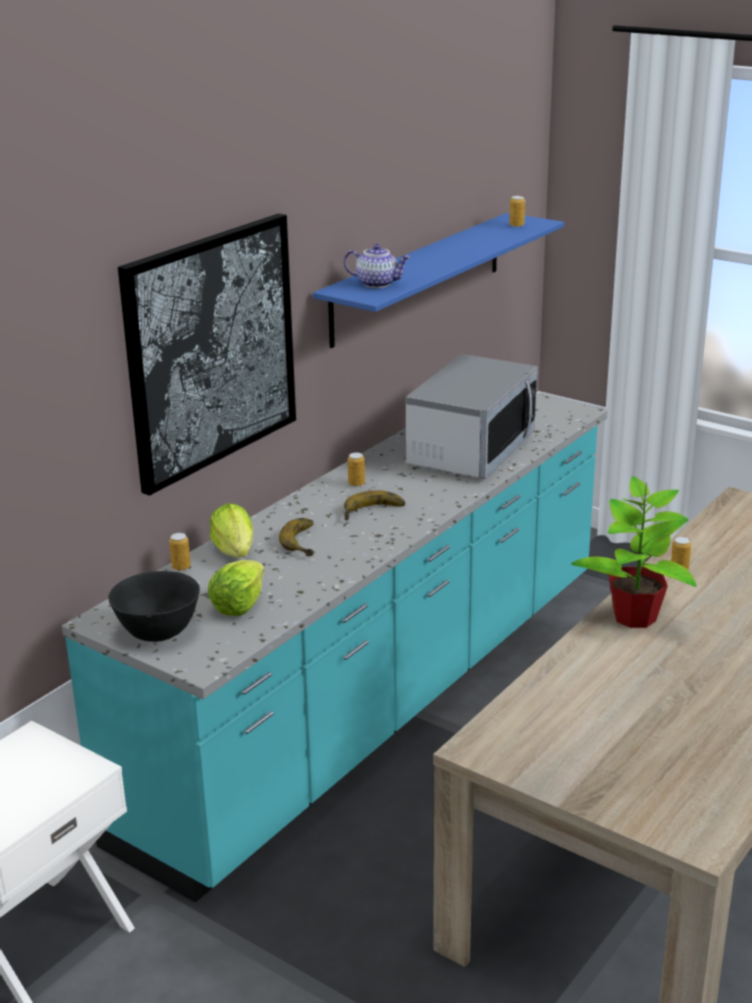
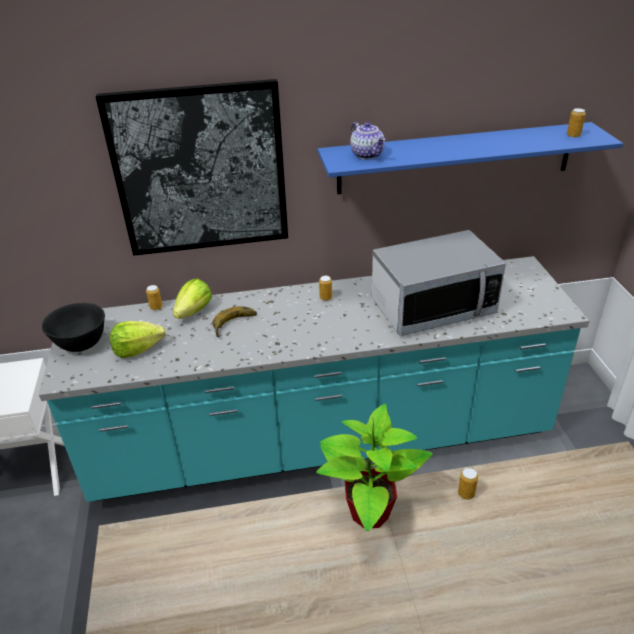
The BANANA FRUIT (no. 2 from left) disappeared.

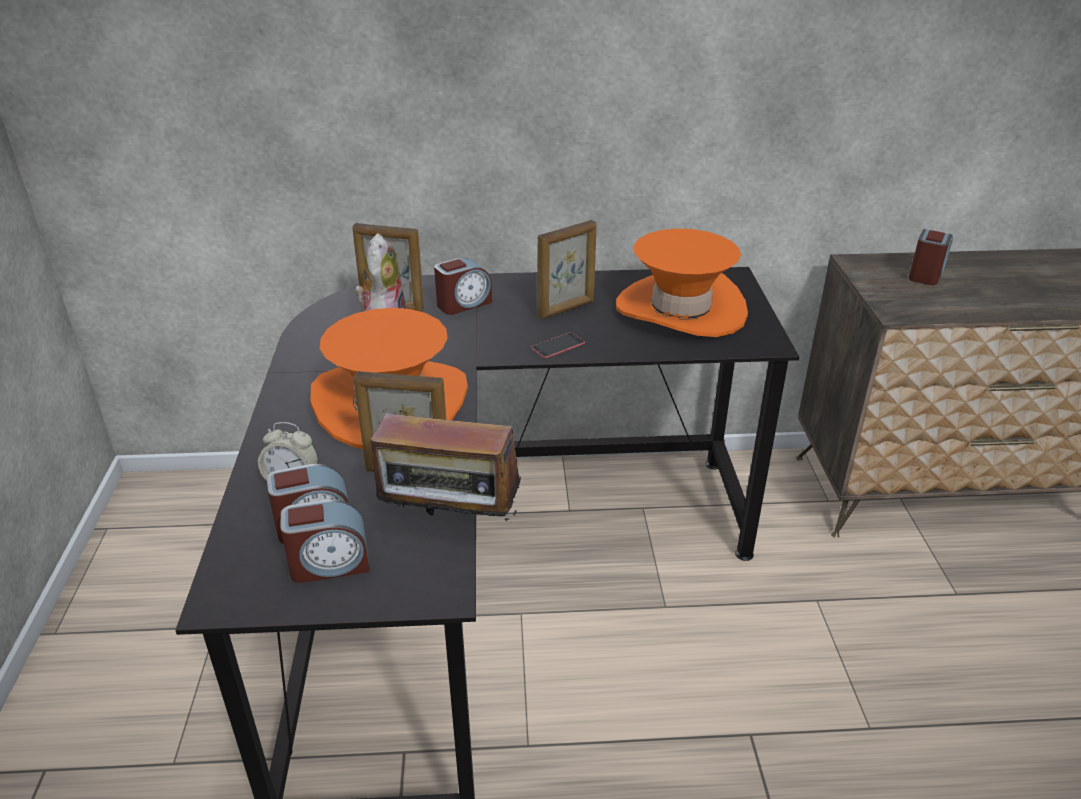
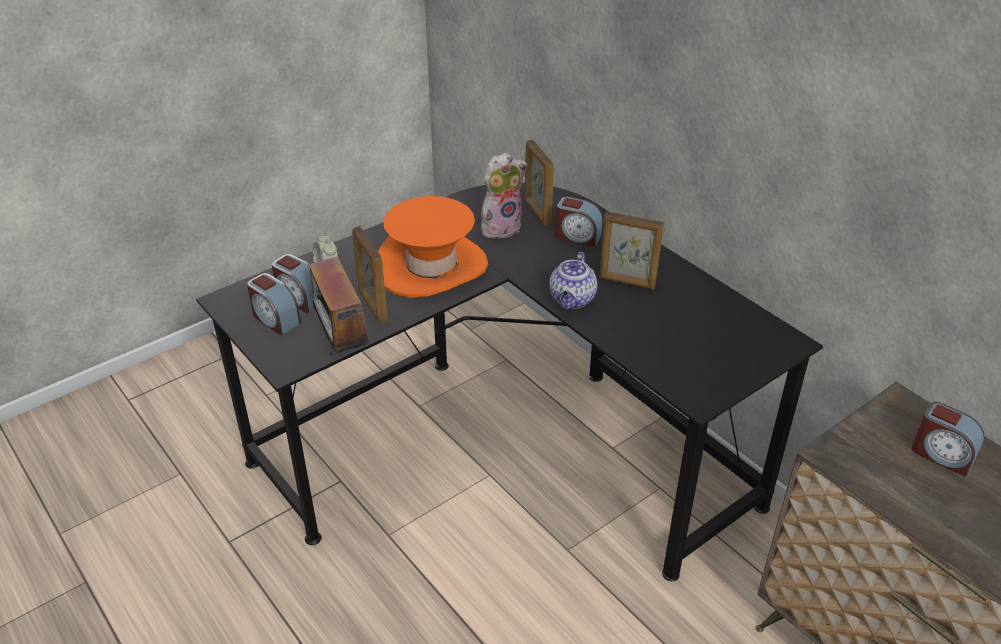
The ORANGEY HAT (no. 2 from left) disappeared. The PHONE was replaced by the TEAPOT. The TABLE CLOCK (no. 5 from left) turned 45 degrees clockwise.

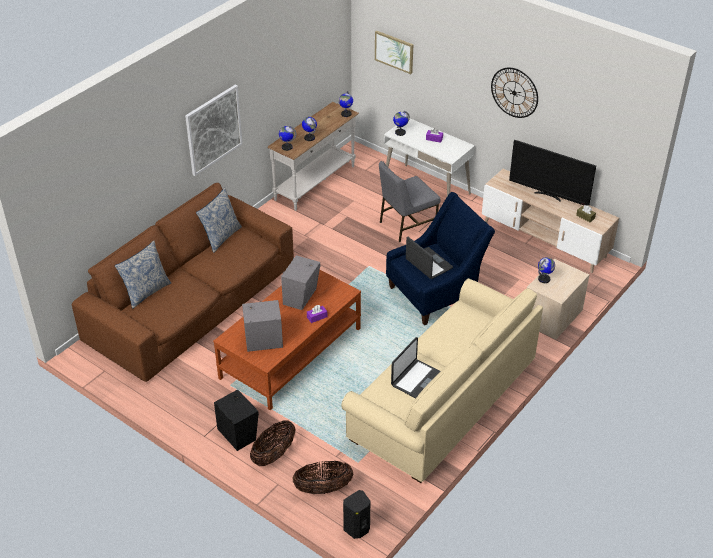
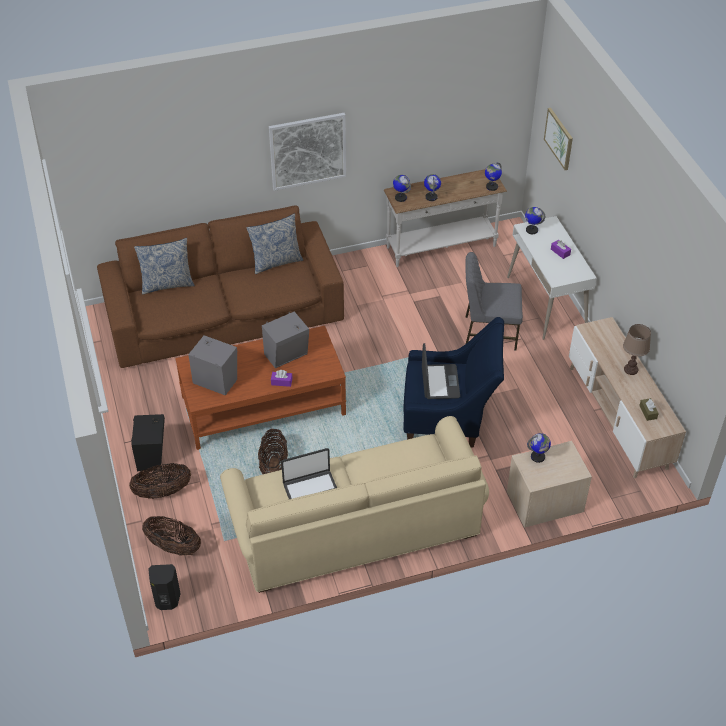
The HANGING CLOCK disappeared. The HOUSEHOLD BASKET (no. 3 from left) appeared. The TELEVISION was replaced by the BROWNISH TABLETOP LAMP.

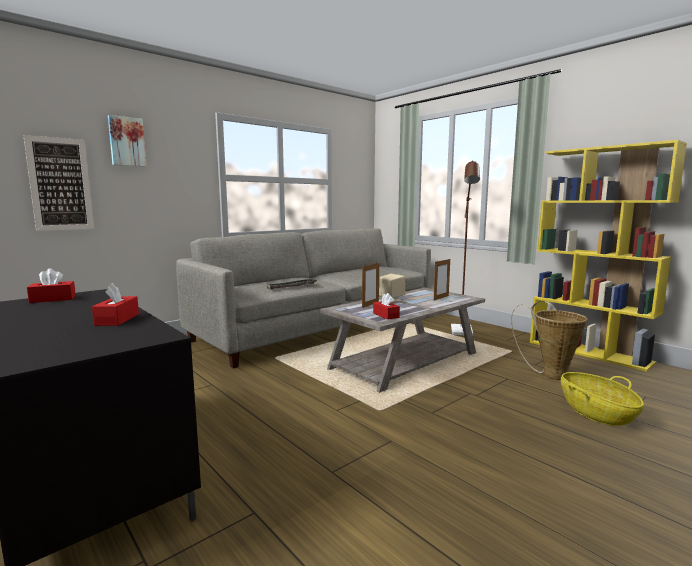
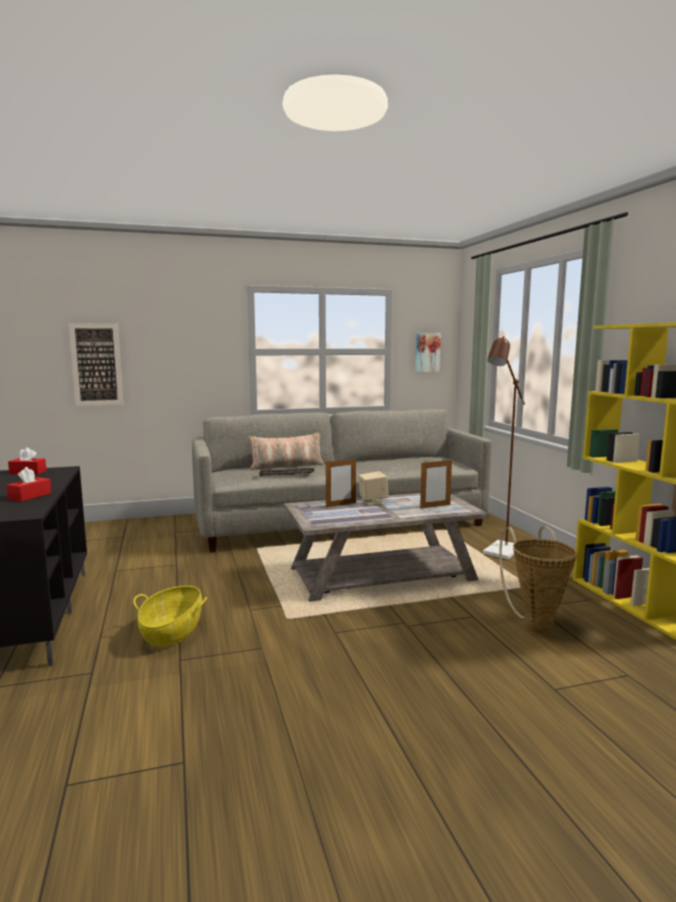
The RED-COLOURED TISSUE BOX (no. 3 from left) disappeared. The THROW PILLOW appeared. The WALL PICTURE (no. 2 from left) moved. The HOUSEHOLD BASKET (no. 2 from left in the first image) moved.

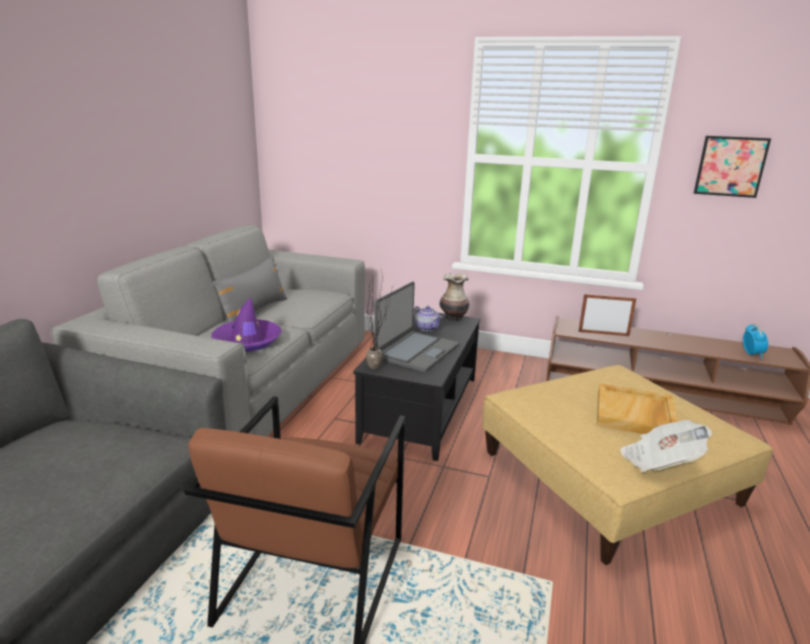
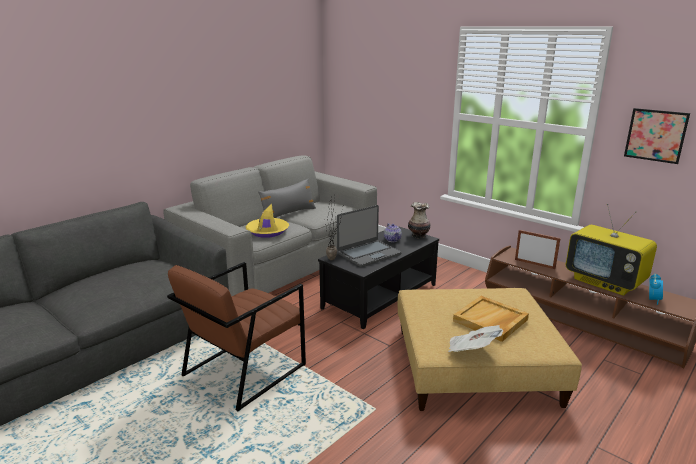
The TELEVISION appeared. The PURPLISH HAT became the YELLOW HAT.

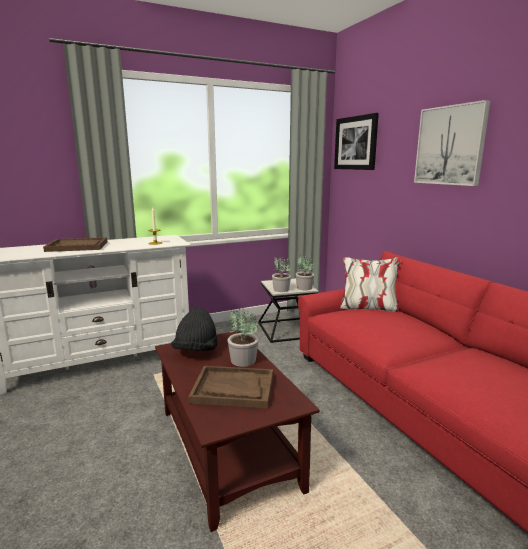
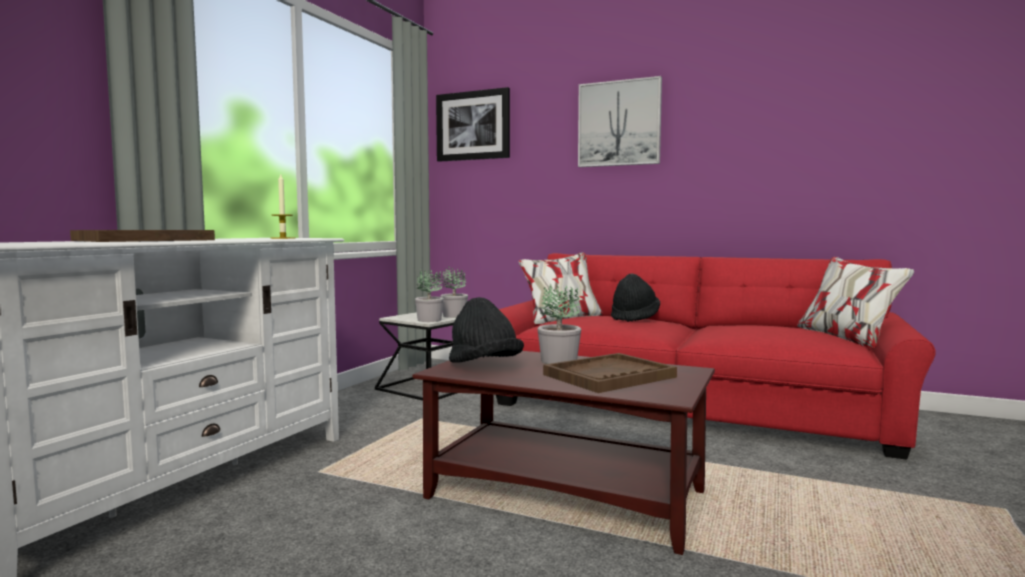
The BLACK-COLOURED HAT (no. 2 from left) appeared.

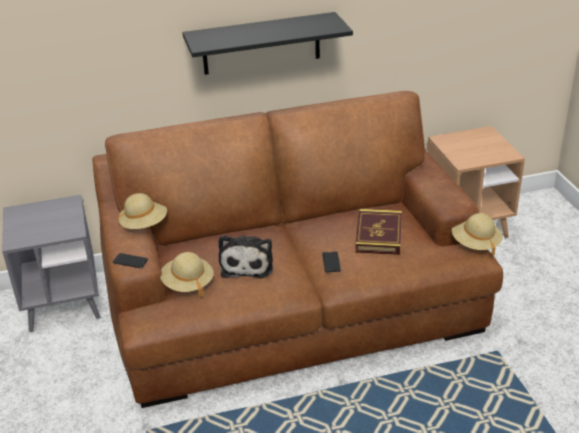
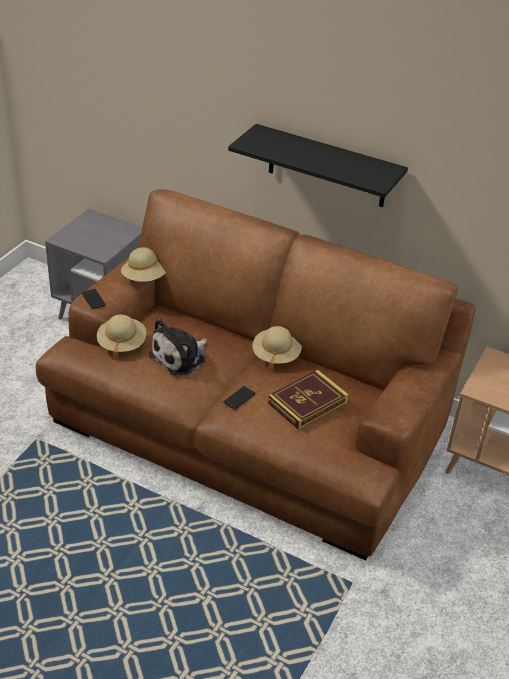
The SAND-COLOURED HAT (no. 3 from left) moved.

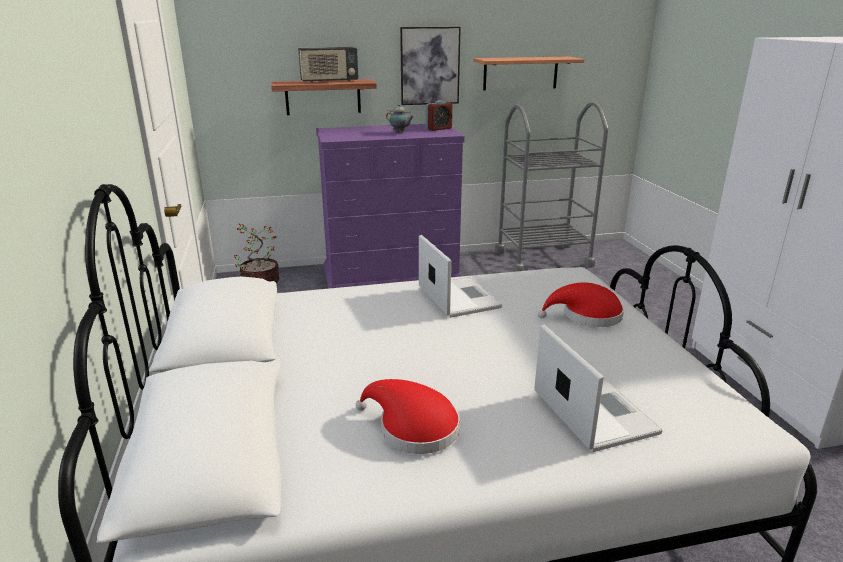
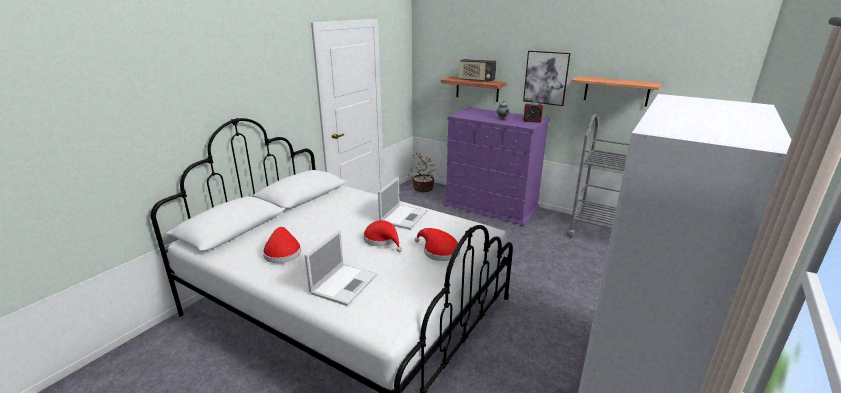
The RED-COLOURED HAT (no. 2 from left) appeared.

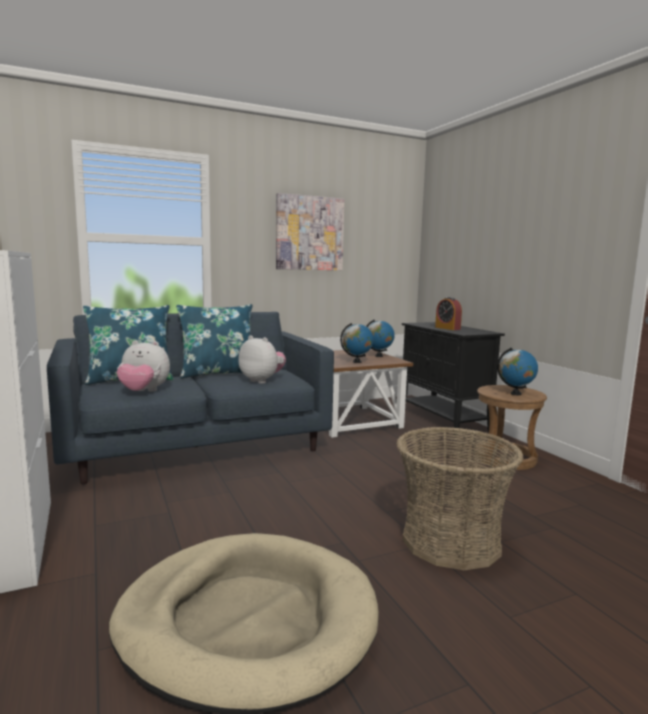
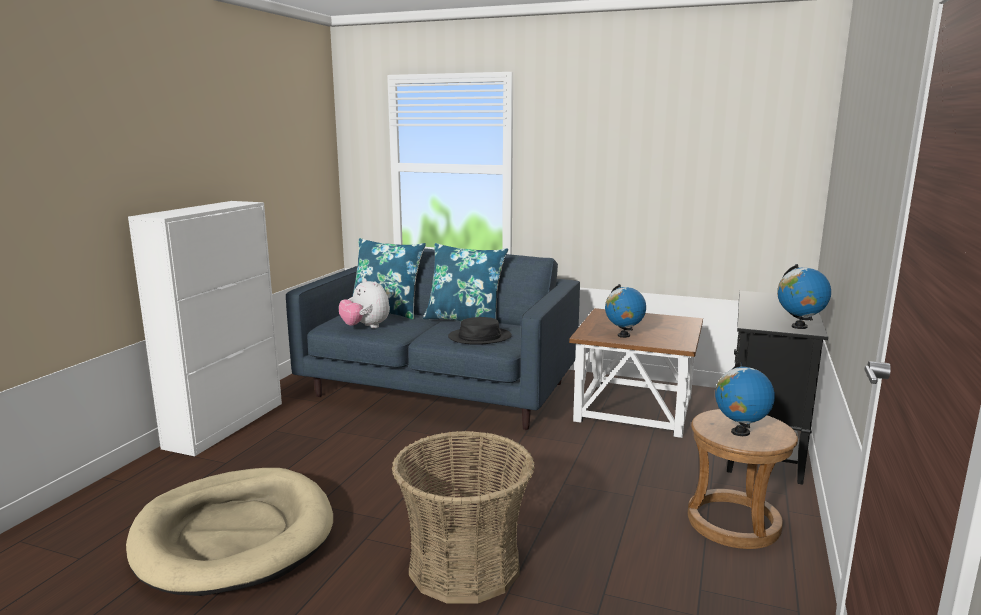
The WALL PICTURE disappeared. The TABLE CLOCK disappeared. The DESK GLOBE (no. 2 from left in the first image) moved. The CUDDLY TOY (no. 2 from left) was replaced by the BLACK-COLOURED HAT.

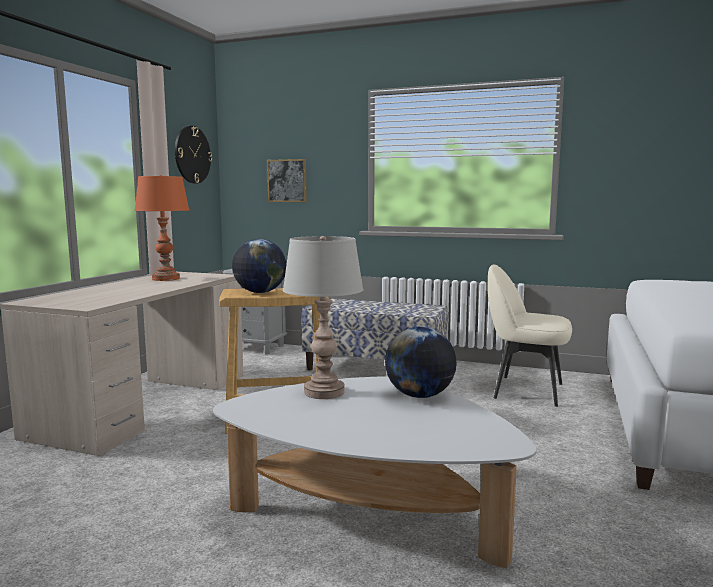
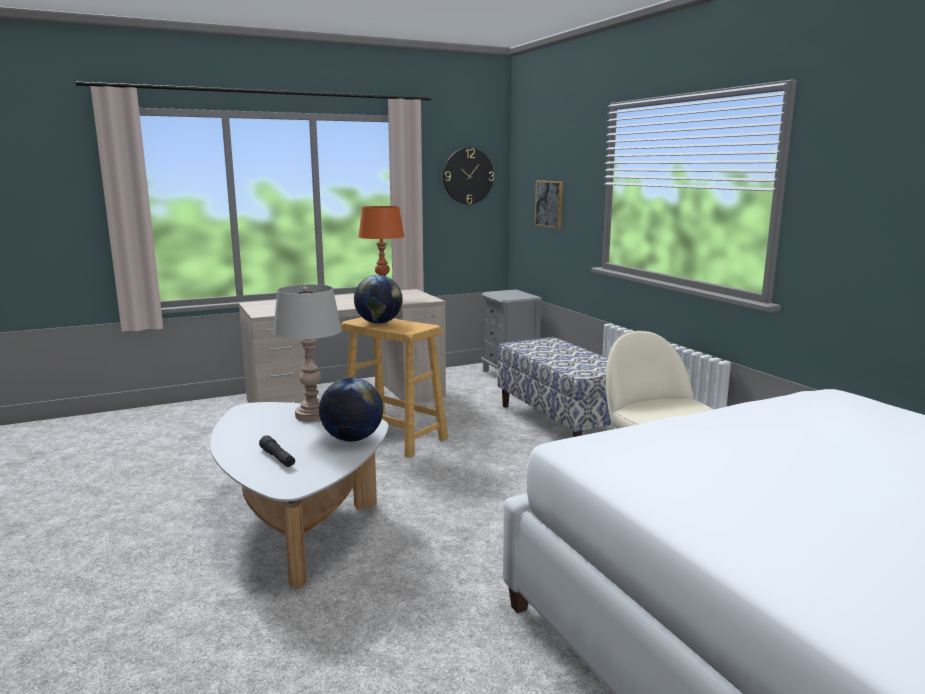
The BLACK-COLOURED HAND TORCH appeared.

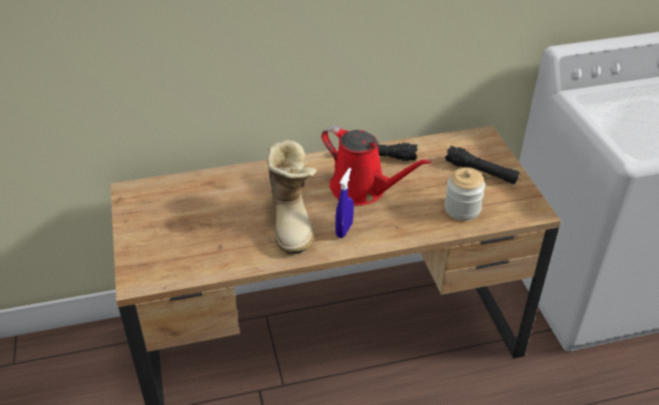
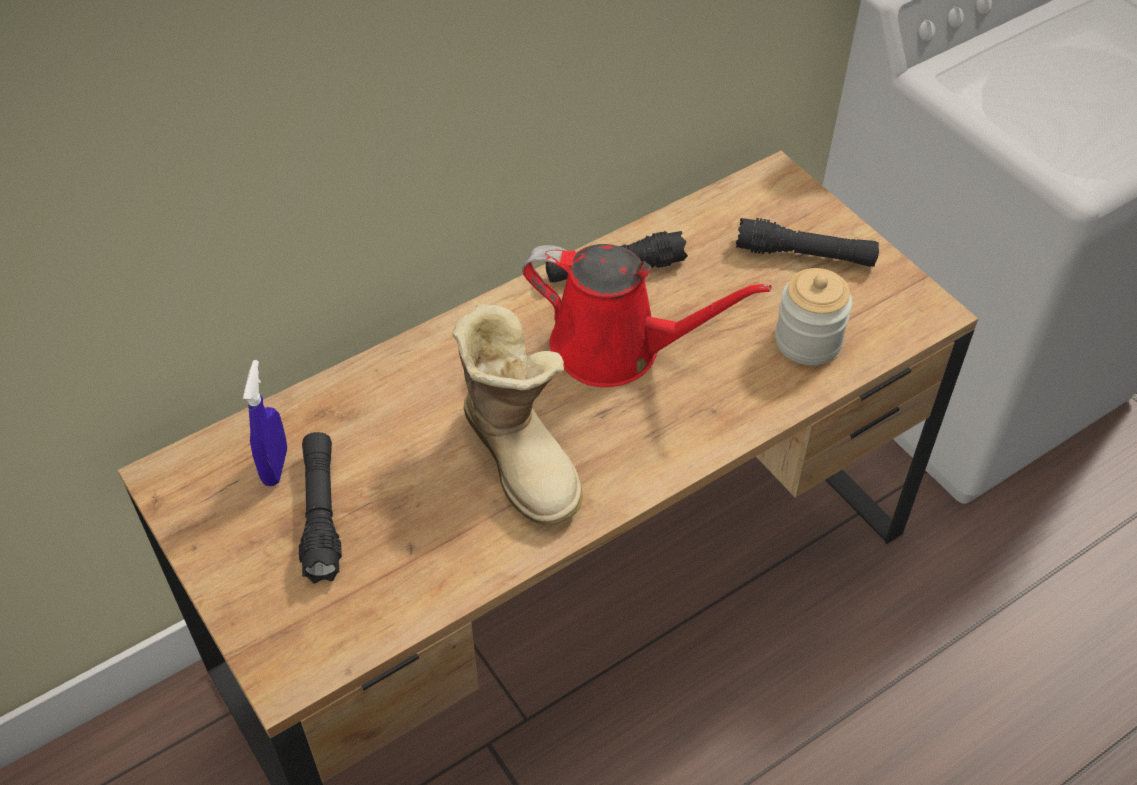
The BLACK-COLOURED HAND TORCH (no. 1 from left) appeared. The BLUE-COLOURED SPRAYER moved.

